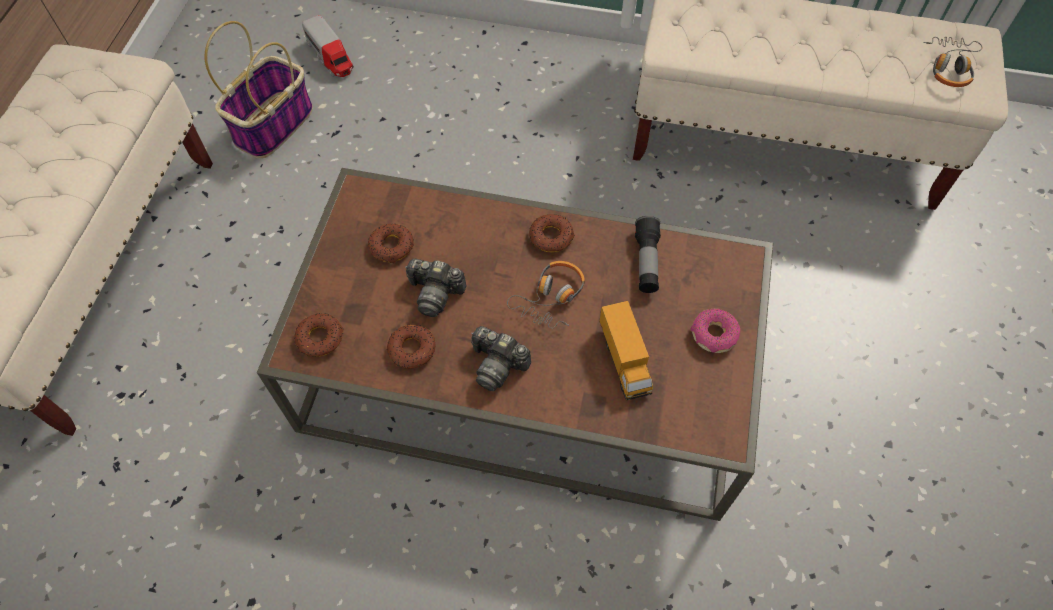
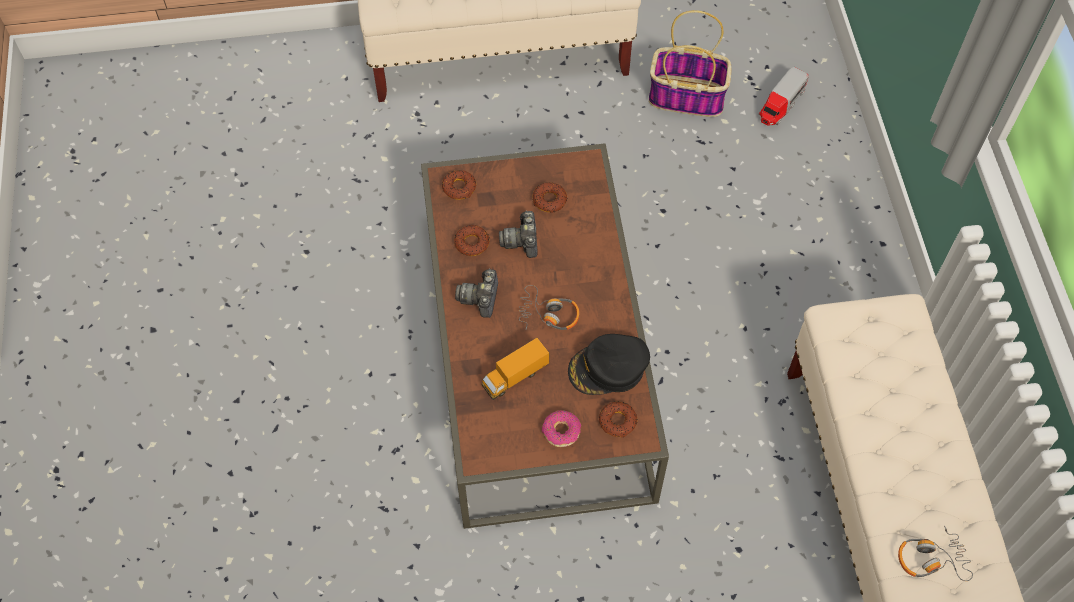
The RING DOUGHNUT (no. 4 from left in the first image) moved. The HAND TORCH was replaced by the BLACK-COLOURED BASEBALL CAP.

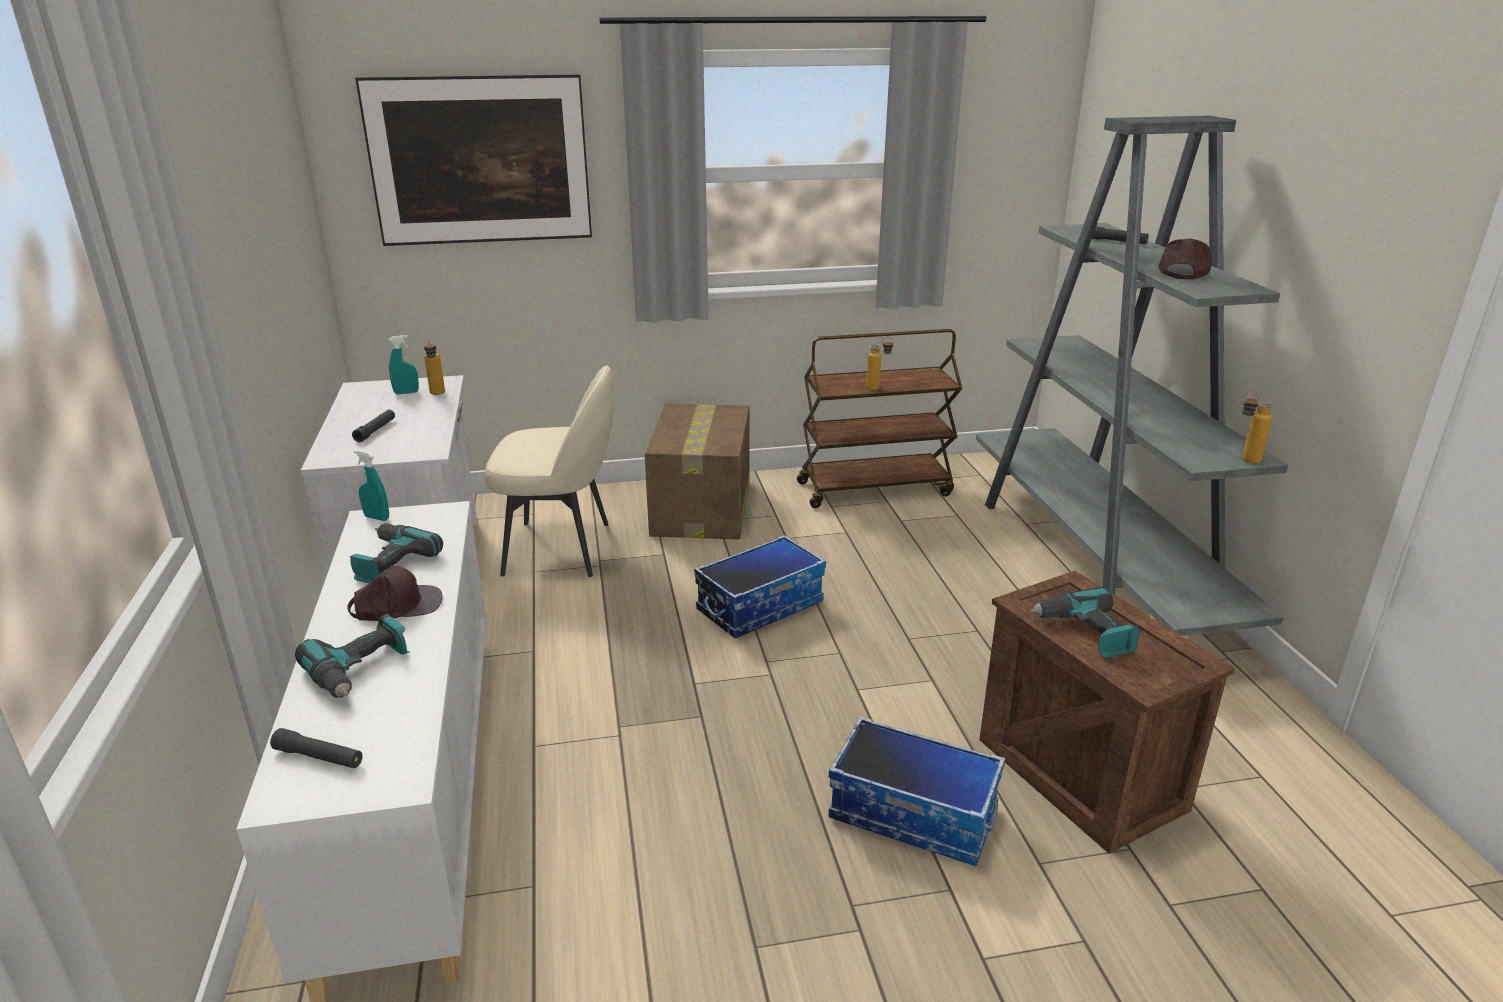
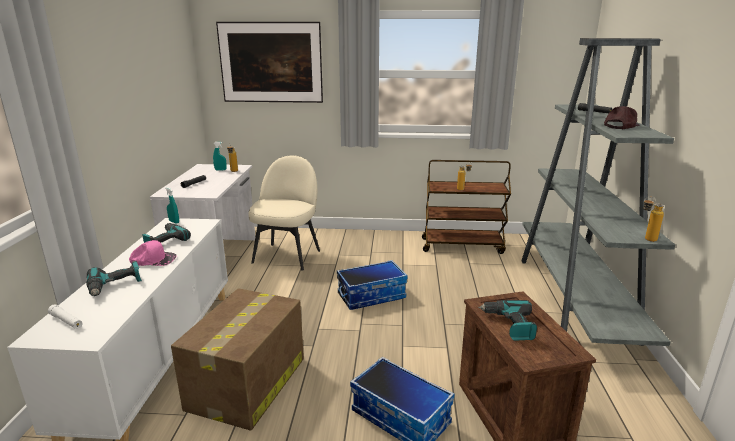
The PACKING BOX moved. The BLACK-COLOURED HAND TORCH (no. 1 from left) became the WHITISH HAND TORCH. The BROWNISH BASEBALL CAP (no. 1 from left) became the PINK-COLOURED BASEBALL CAP. The SAND-COLOURED UPRIGHT CHAIR turned 90 degrees counterclockwise.

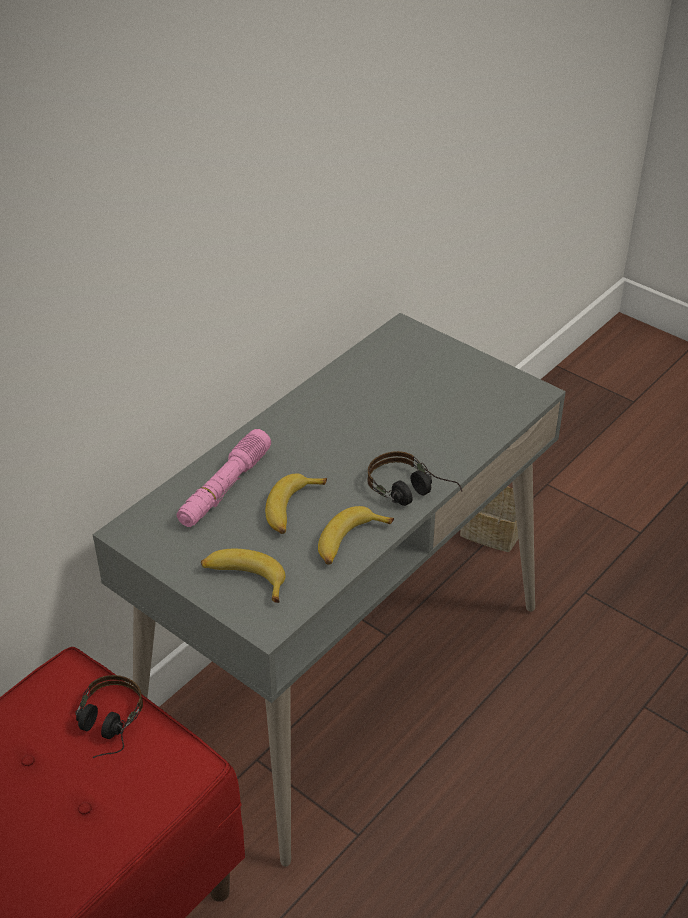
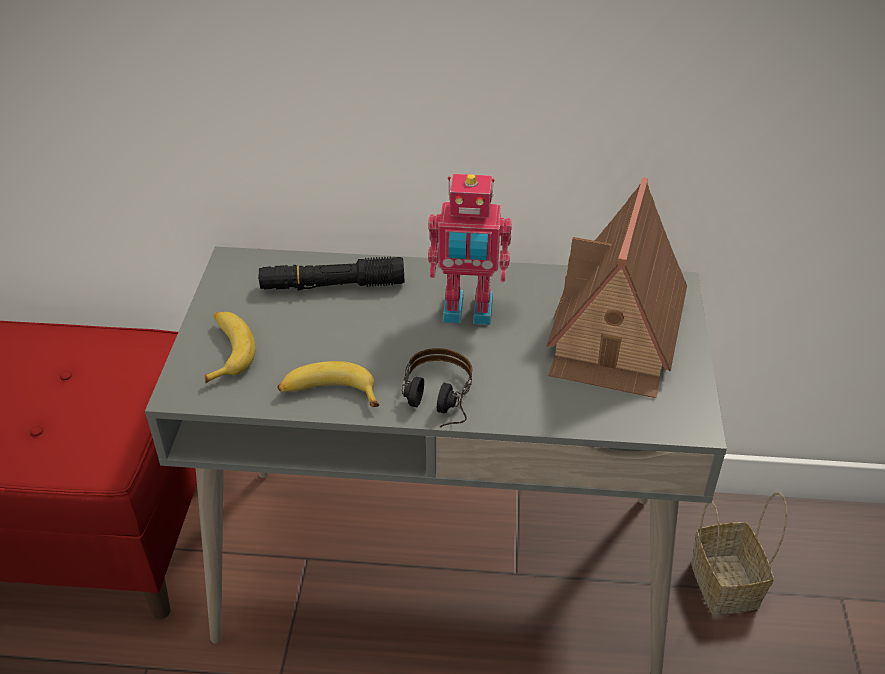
The HEADPHONES (no. 1 from left) disappeared. The BANANA FRUIT (no. 2 from left) disappeared. The MODEL ROBOT appeared. The MINIATURE HOUSE appeared. The PINK-COLOURED HAND TORCH became the BLACK-COLOURED HAND TORCH.

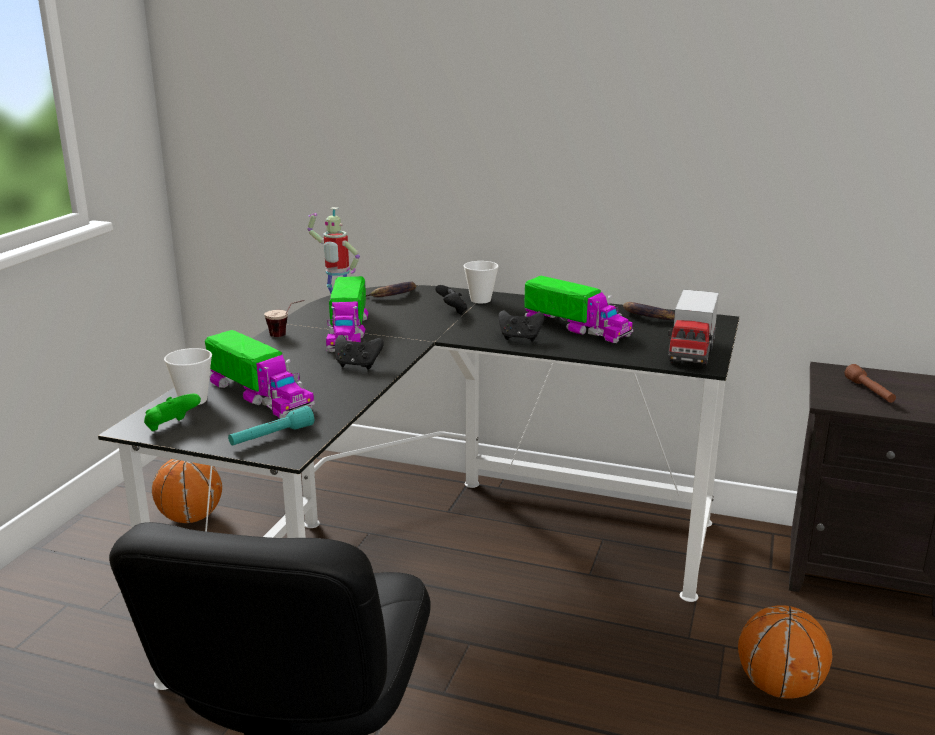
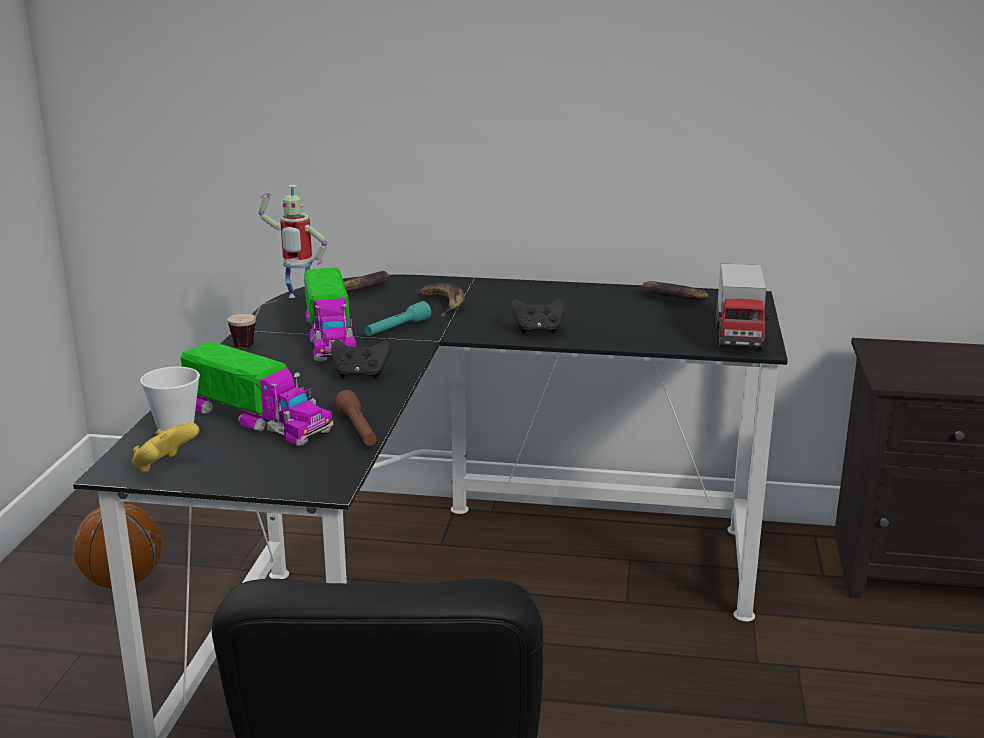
The SMALL CUP (no. 3 from left) disappeared. The TOY LORRY (no. 3 from left) disappeared. The BASKETBALL BALL (no. 2 from left) disappeared. The TURQUOISE HAND TORCH moved. The BROWNISH HAND TORCH moved. The BLACK-COLOURED GAME CONTROLLER (no. 2 from left) was replaced by the BANANA FRUIT (no. 2 from left). The GREEN-COLOURED GAME CONTROLLER became the YELLOW GAME CONTROLLER.

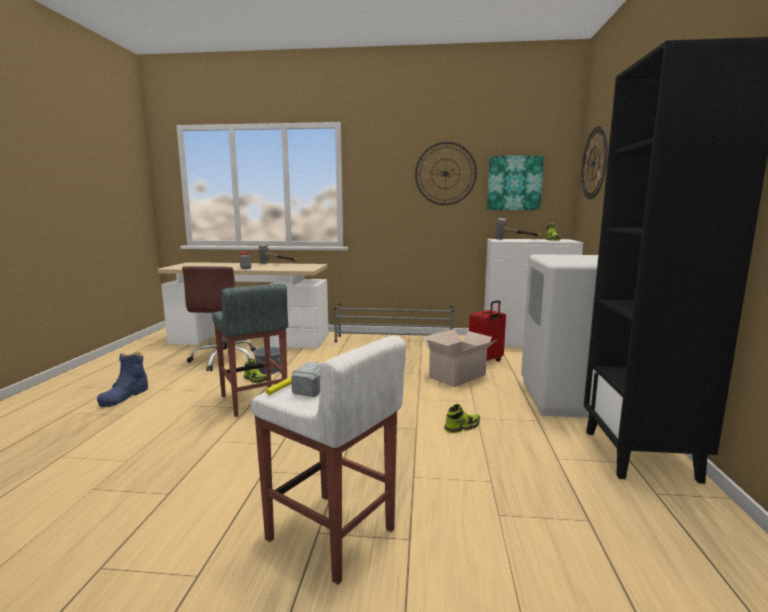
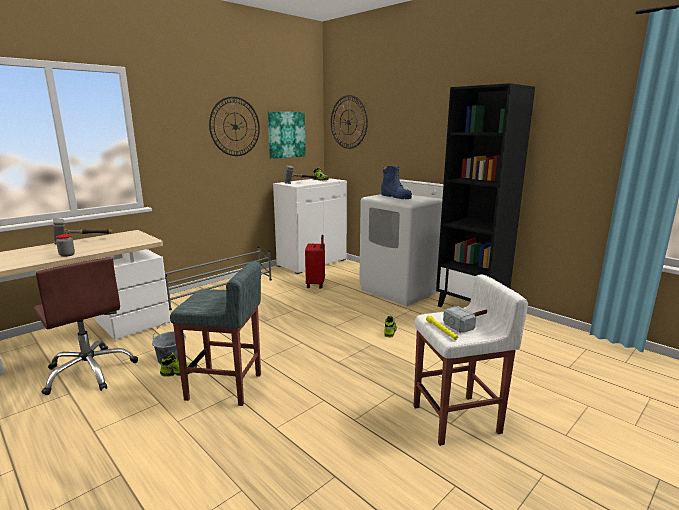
The PACKING BOX disappeared. The BLUE-COLOURED HIGH-TOP BOOT moved.

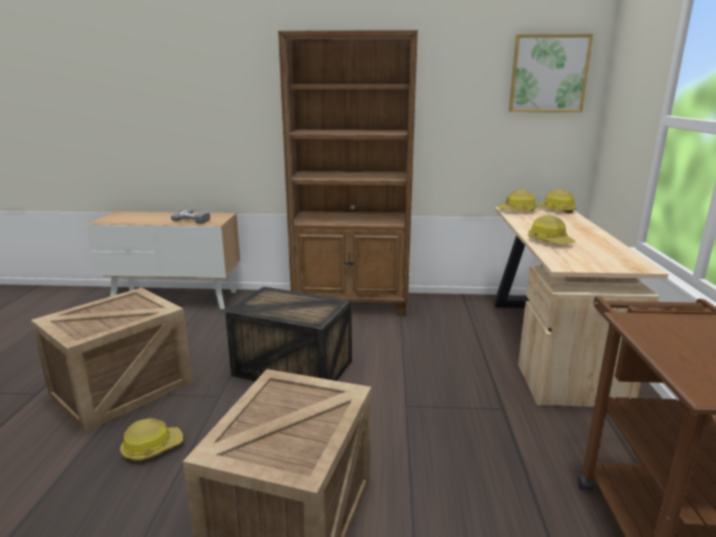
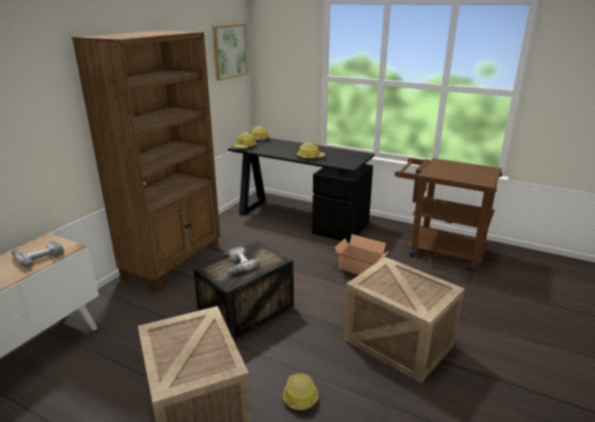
The DRILL (no. 2 from left) appeared. The PACKING BOX appeared. The SAND-COLOURED DESK TABLE became the BLACK-COLOURED DESK TABLE.

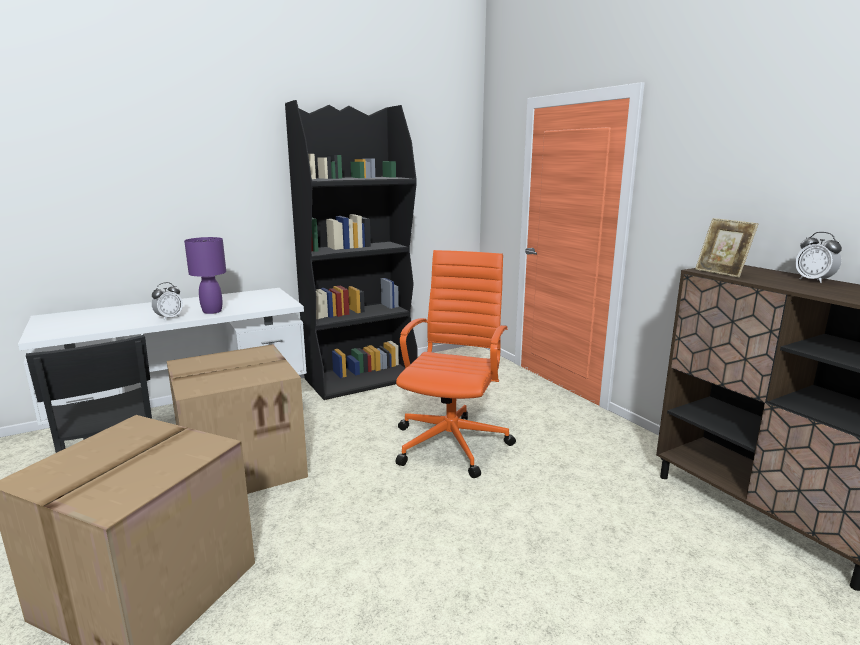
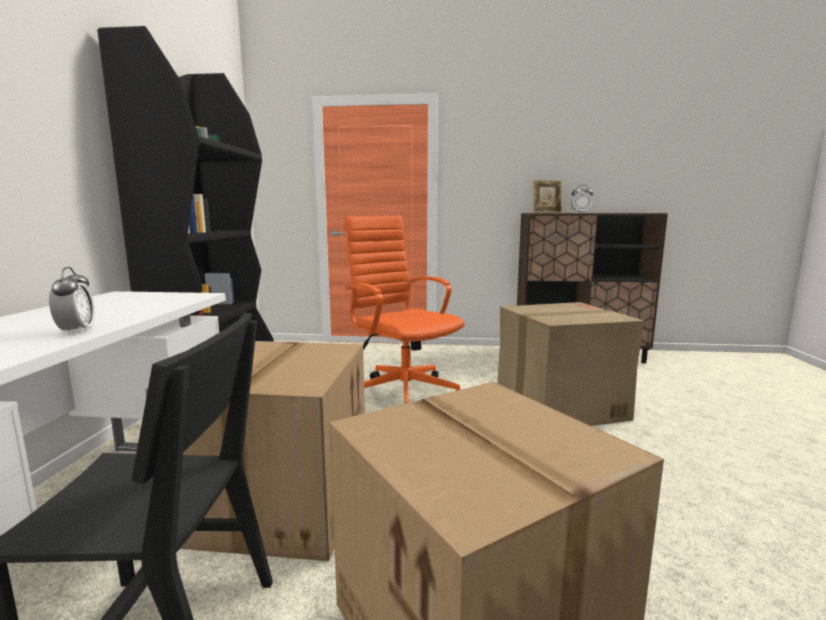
The PURPLISH TABLETOP LAMP disappeared. The PACKING BOX (no. 3 from left) appeared.

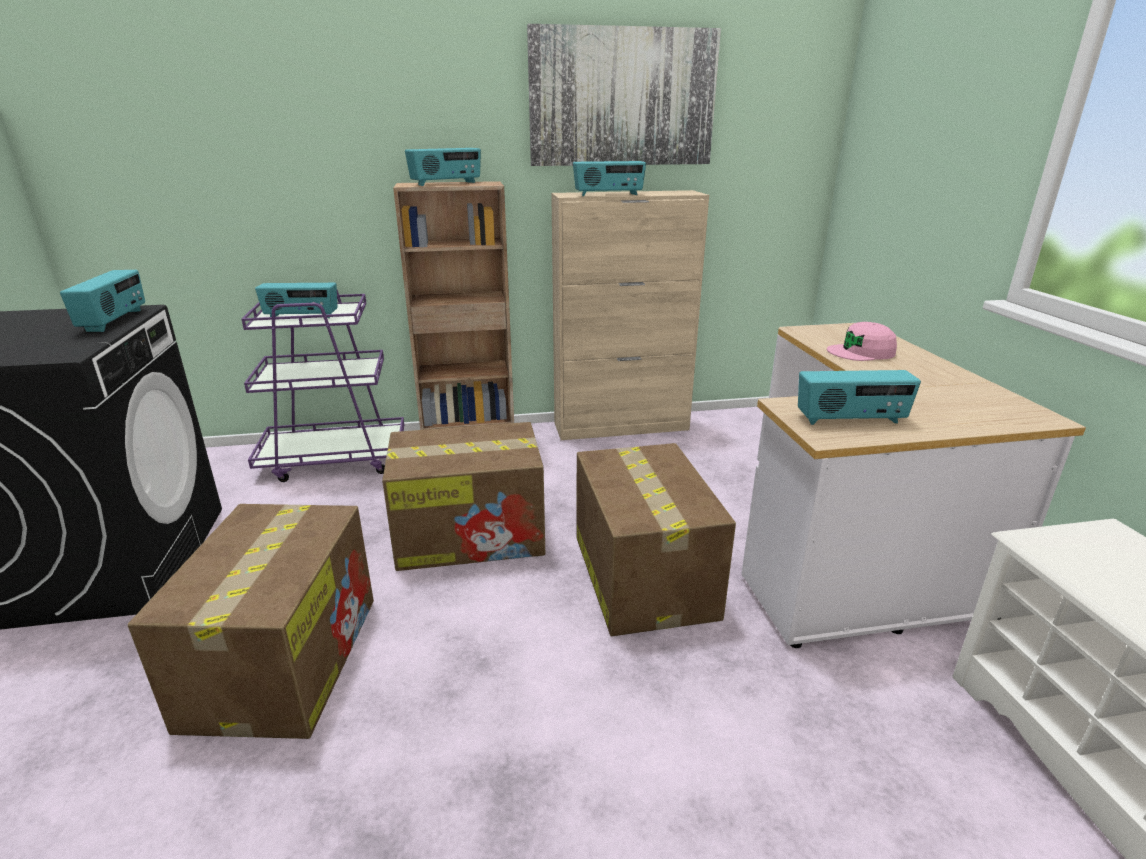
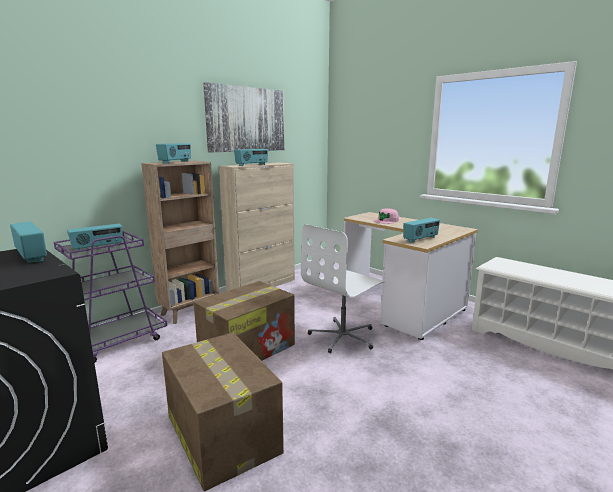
The PACKING BOX (no. 3 from left) was replaced by the WHITISH OFFICE CHAIR.

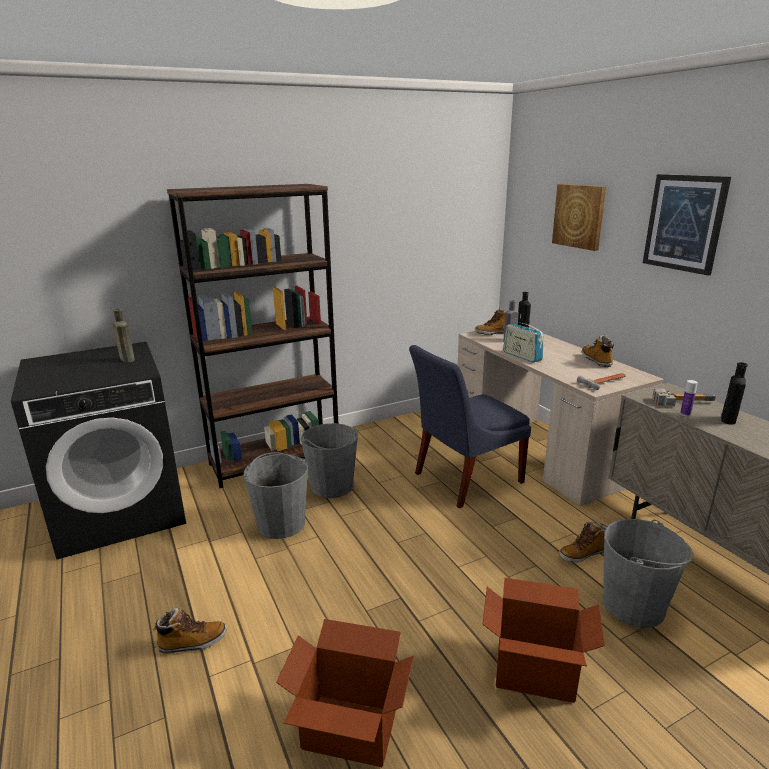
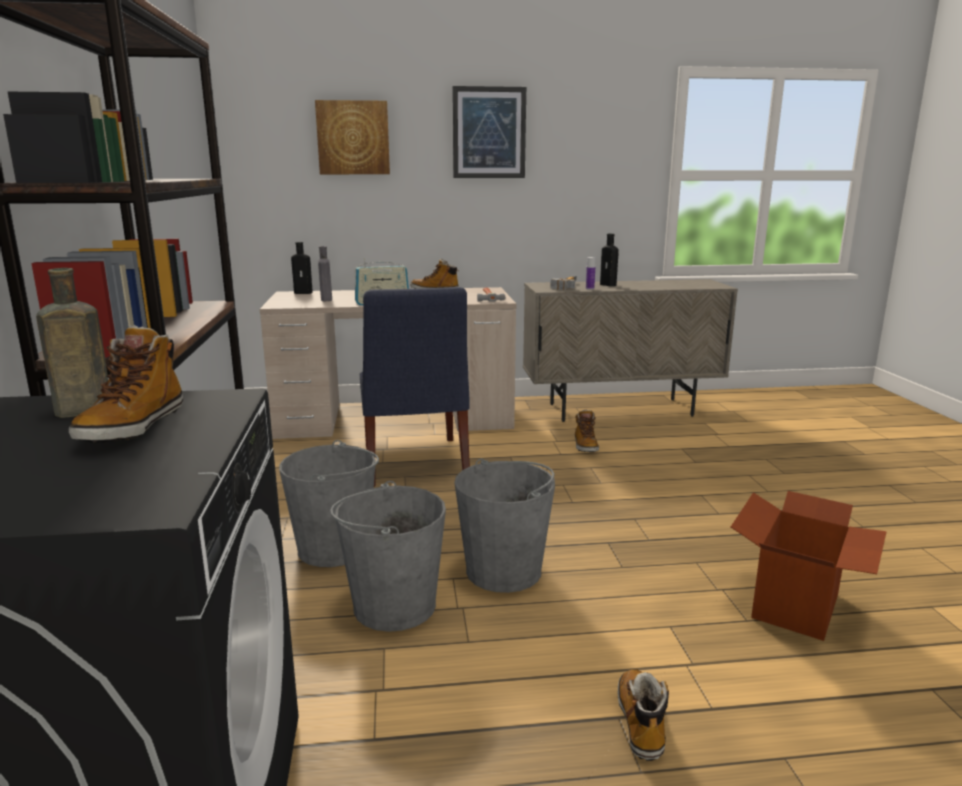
The PACKING BOX (no. 2 from left) disappeared. The HIGH-TOP BOOT (no. 2 from left in the first image) moved. The GRAY BUCKET (no. 3 from left) moved.

